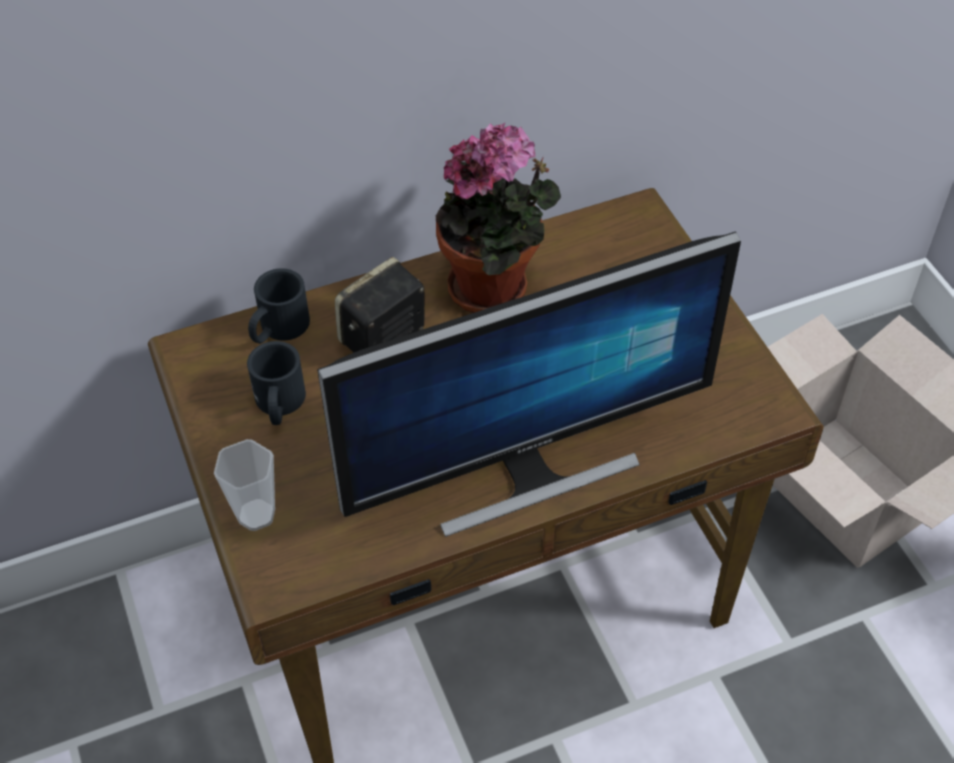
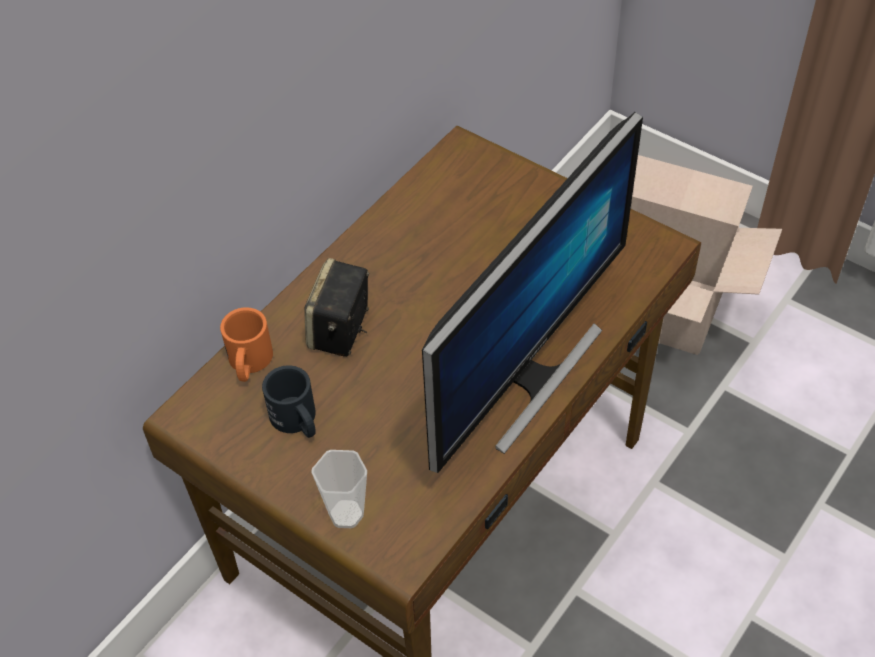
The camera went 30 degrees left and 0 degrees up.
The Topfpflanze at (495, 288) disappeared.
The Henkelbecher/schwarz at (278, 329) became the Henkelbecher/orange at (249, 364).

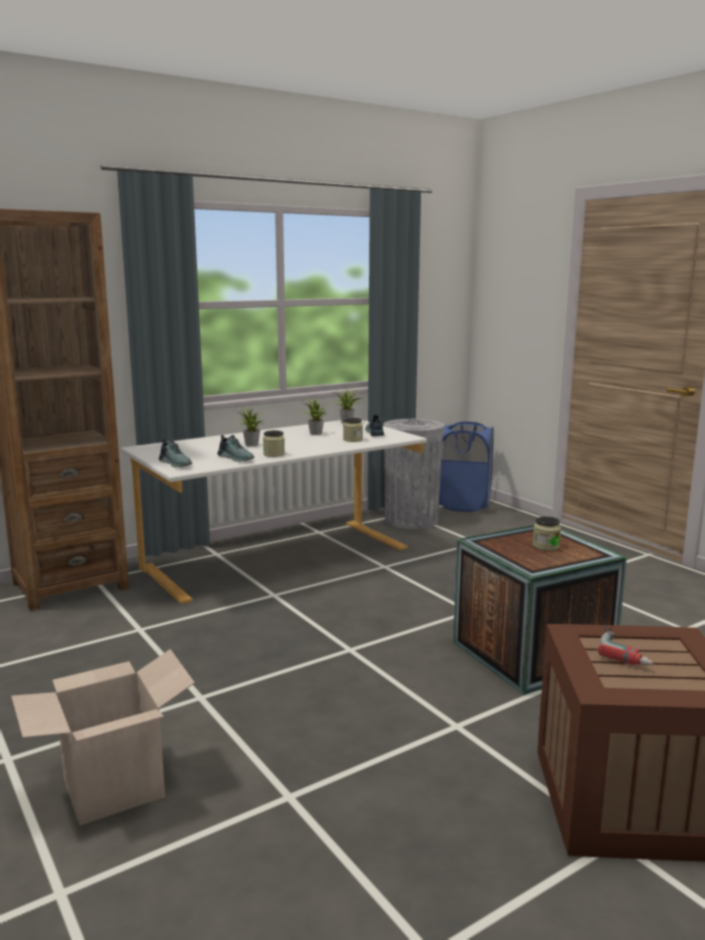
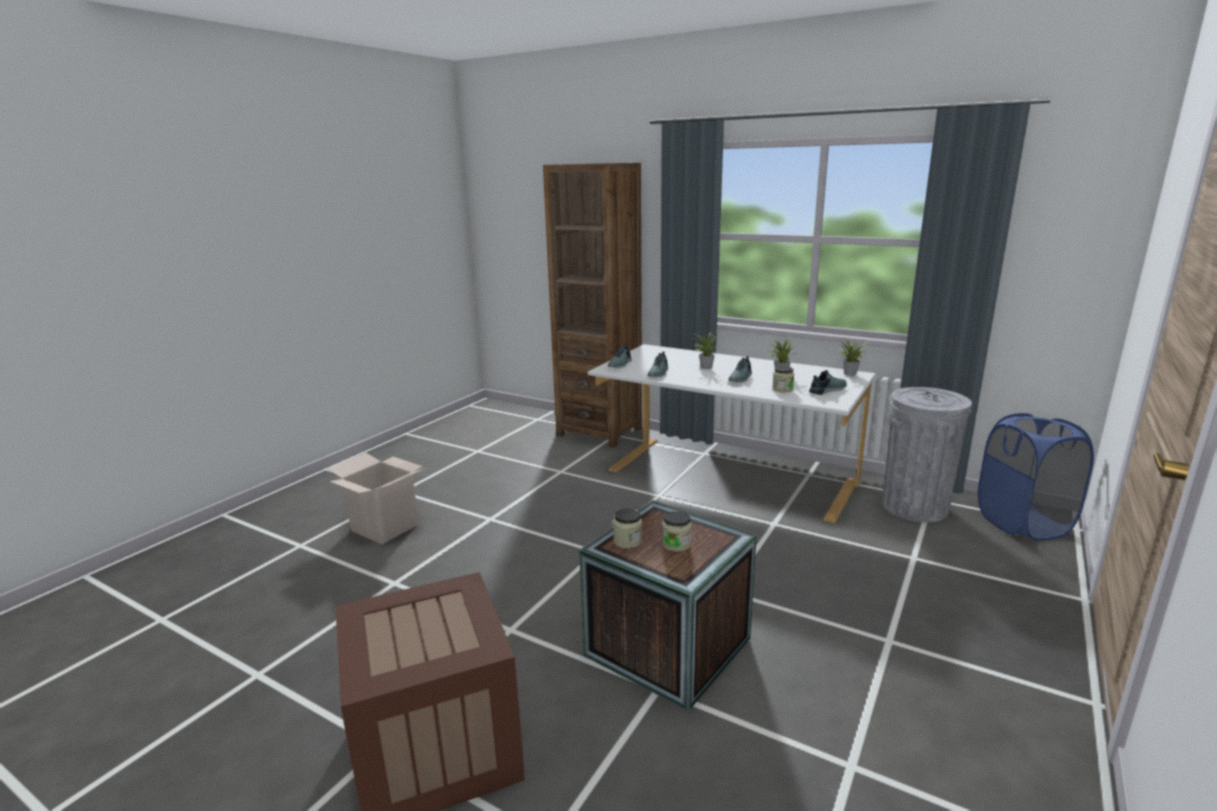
The camera went 65 degrees right and 5 degrees up.
The Bohrmaschine at (626, 650) disappeared.
The Schuh at (741, 378) appeared.
The Vorratsglas moved from (274, 454) to (627, 541).

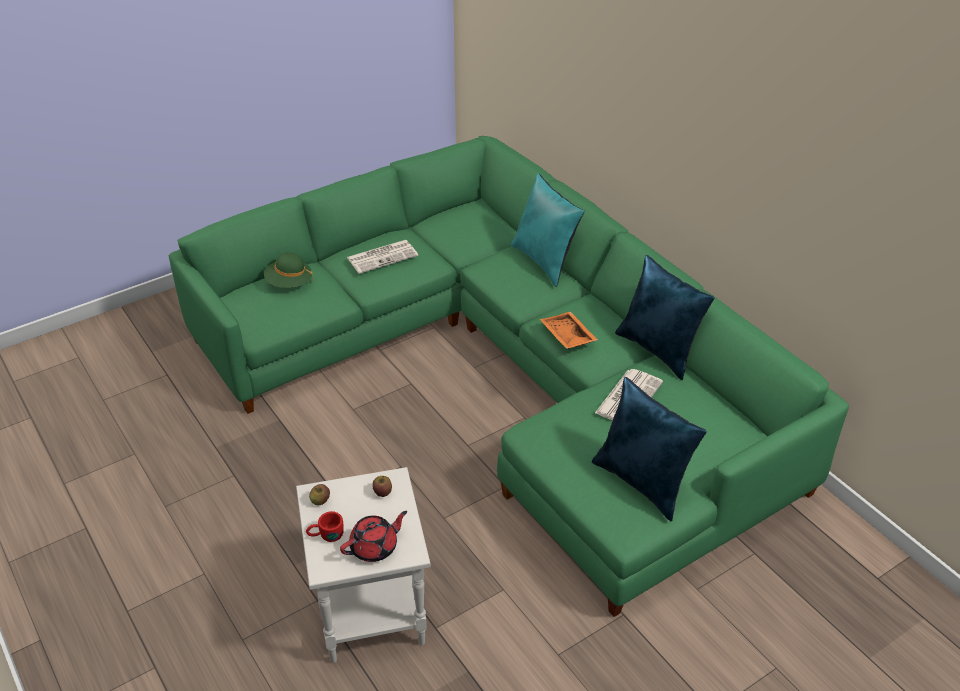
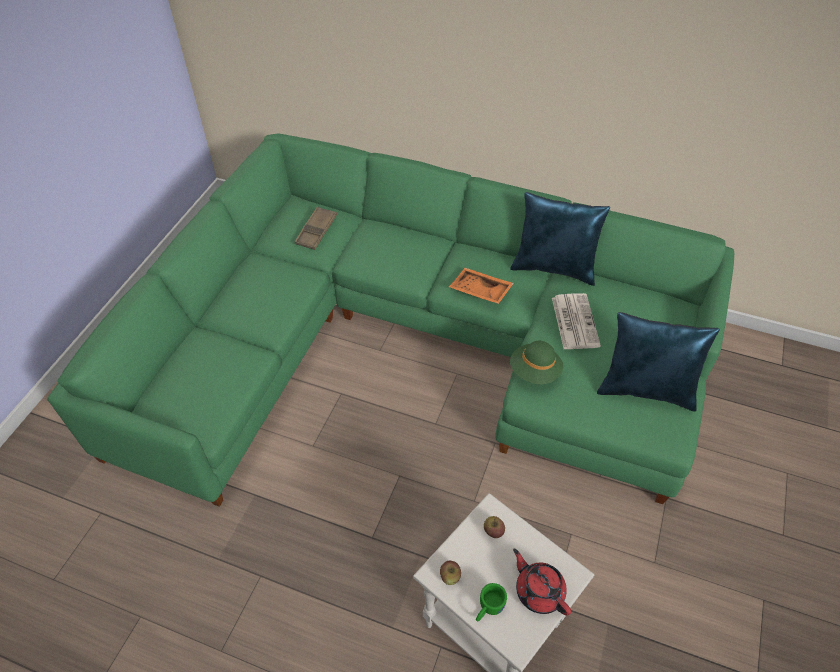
The camera went 35 degrees left and 10 degrees up.
The Zeitung at (383, 256) disappeared.
The Kissen/türkis at (545, 261) disappeared.
The Tablett/braun at (316, 231) appeared.
The Hut/grün moved from (289, 283) to (535, 371).
The Henkelbecher/rot at (325, 535) became the Henkelbecher/grün at (488, 609).
The Teekanne/rot at (375, 547) turned 60 degrees counterclockwise.

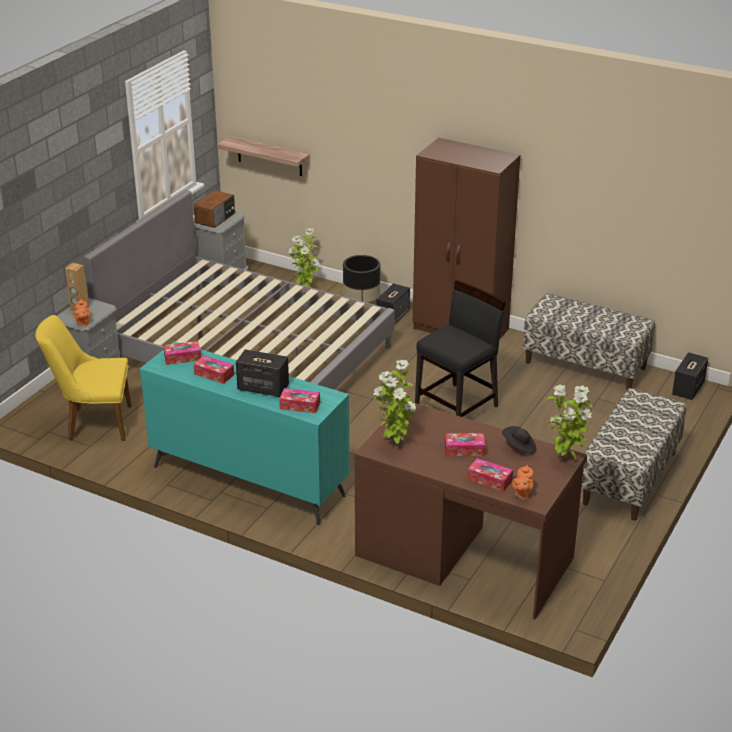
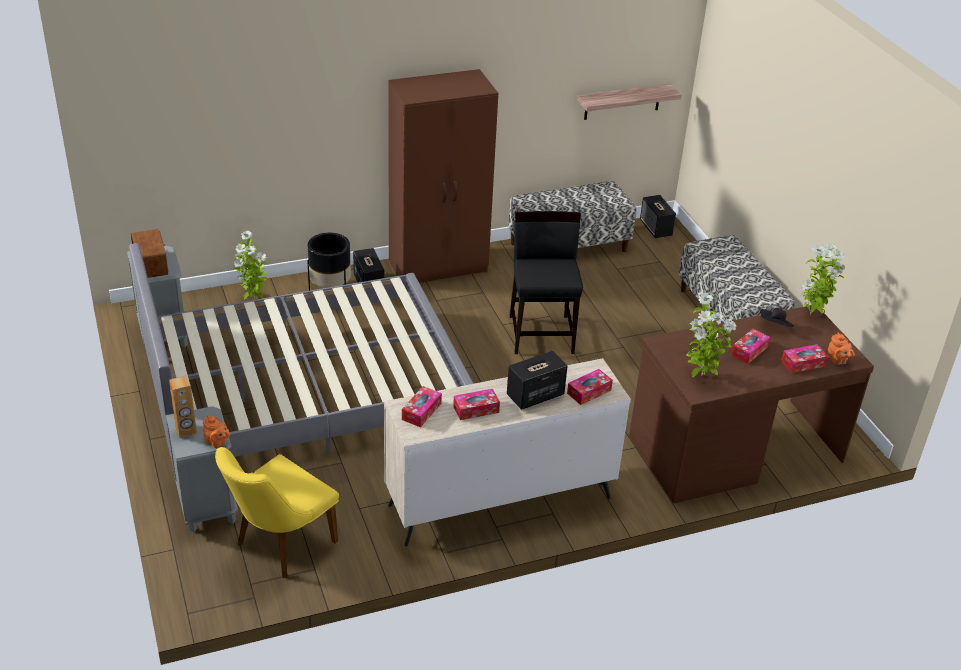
The camera went 50 degrees left and 5 degrees up.
The Wandregal moved from (269, 156) to (622, 101).
The Kommode/türkis at (248, 480) became the Kommode/beige at (499, 501).

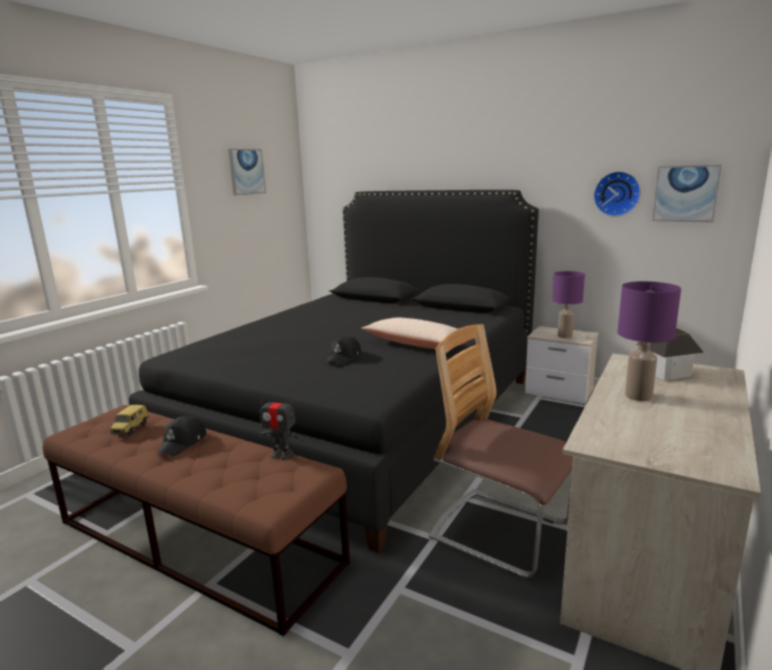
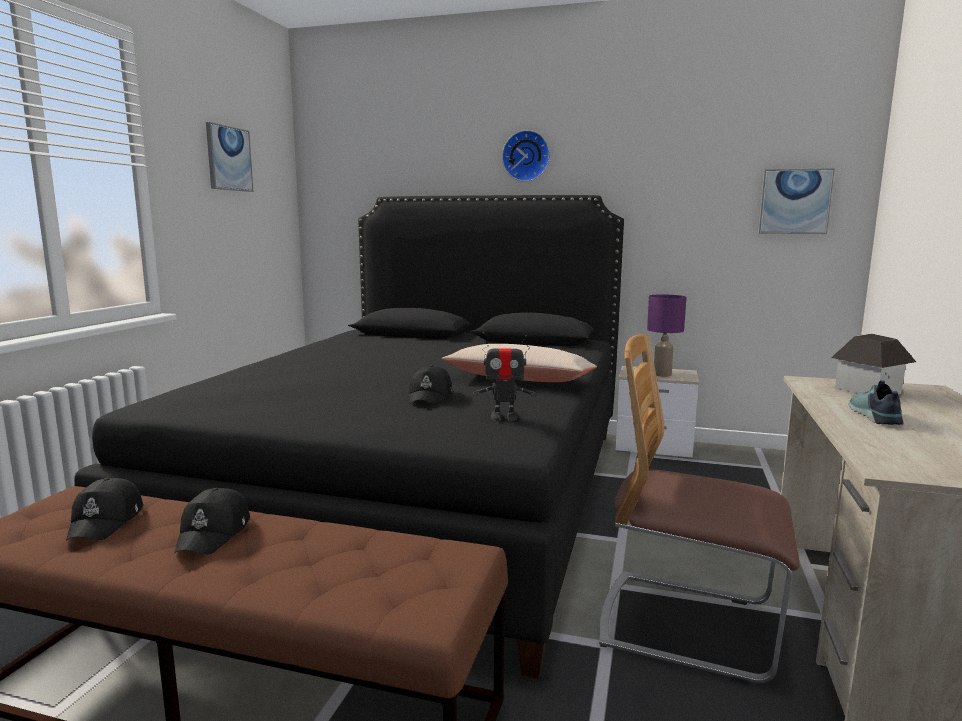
The camera went 15 degrees left and 5 degrees down.
The Spielzeugroboter moved from (281, 455) to (504, 417).
The Wanduhr moved from (617, 194) to (526, 156).
The Spielzeugauto at (131, 430) was replaced by the Kappe/schwarz at (107, 521).
The Tischlampe/lila at (637, 396) was replaced by the Schuh at (872, 415).

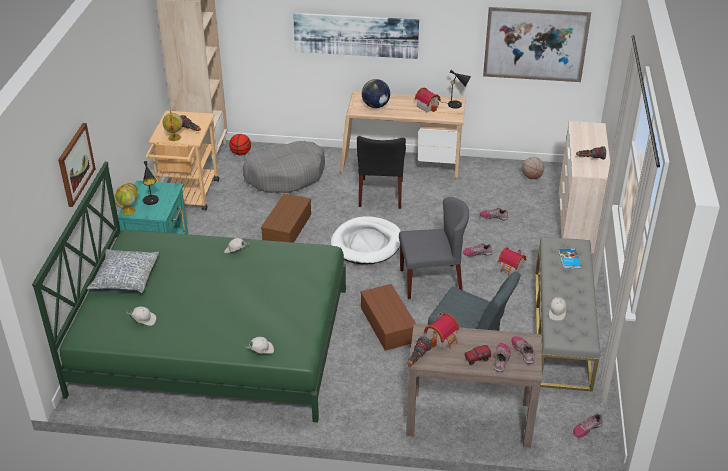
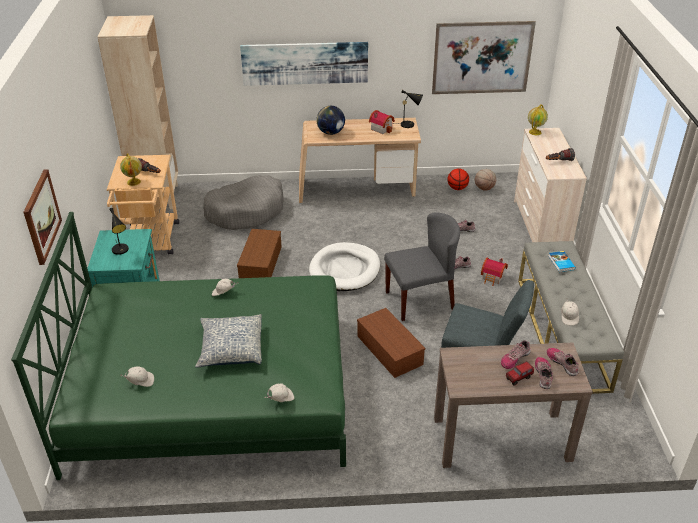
The camera went 10 degrees left and 0 degrees up.
The Stuhl/schwarz at (381, 193) disappeared.
The Taschenlampe at (417, 359) disappeared.
The Spielzeughaus at (442, 339) disappeared.
The Kissen moved from (125, 278) to (231, 348).
The Globus moved from (129, 210) to (535, 132).
The Basketball moved from (240, 153) to (457, 188).
The Schuh moved from (587, 428) to (514, 358).

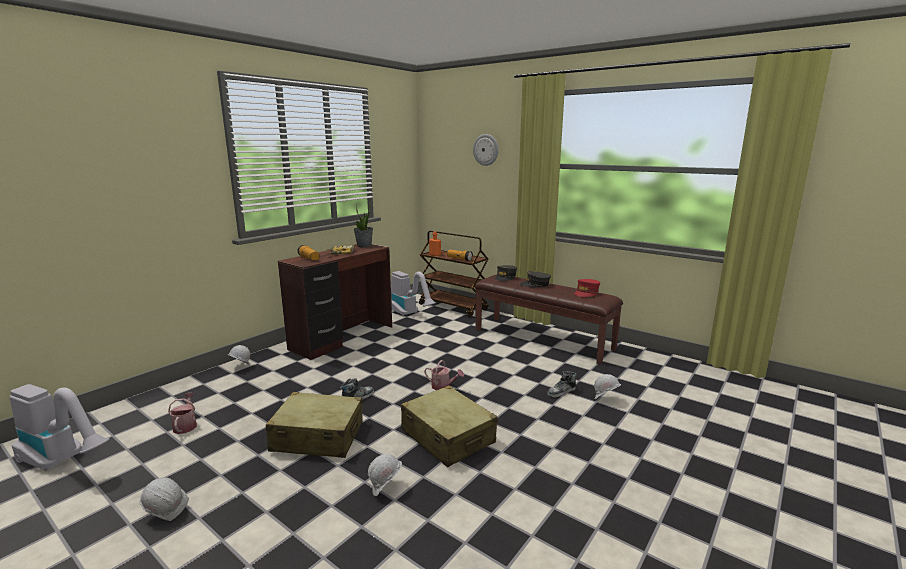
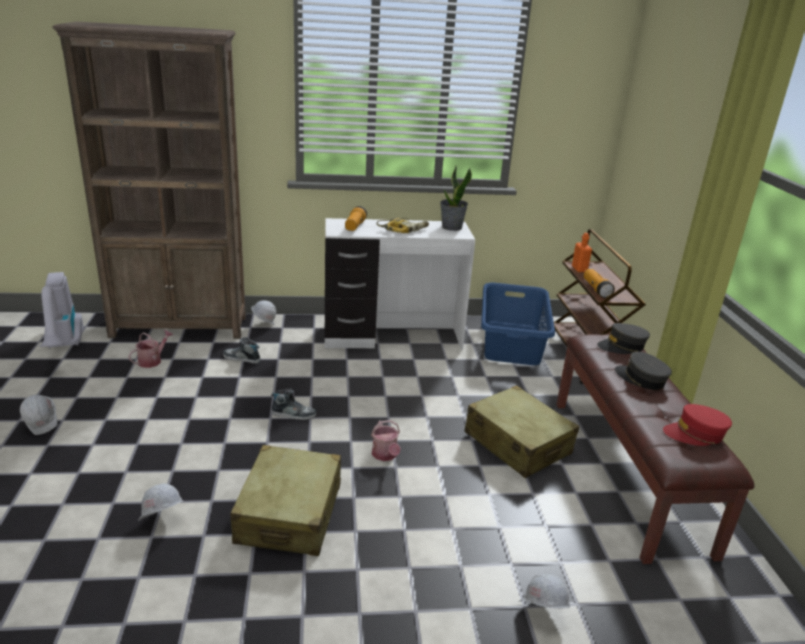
The camera went 45 degrees right and 10 degrees up.
The Wanduhr at (486, 149) disappeared.
The Bücherregal/braun at (180, 327) appeared.
The Koffer/beige moved from (318, 437) to (517, 443).
The Schuh moved from (561, 392) to (241, 358).
The Staubsauger at (410, 314) was replaced by the Wäschekorb/blau at (512, 342).
The Schreibtisch/braun at (343, 338) became the Schreibtisch/weiß at (392, 338).

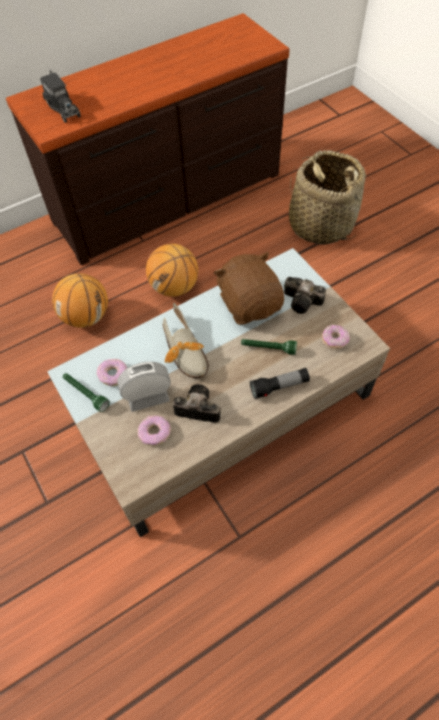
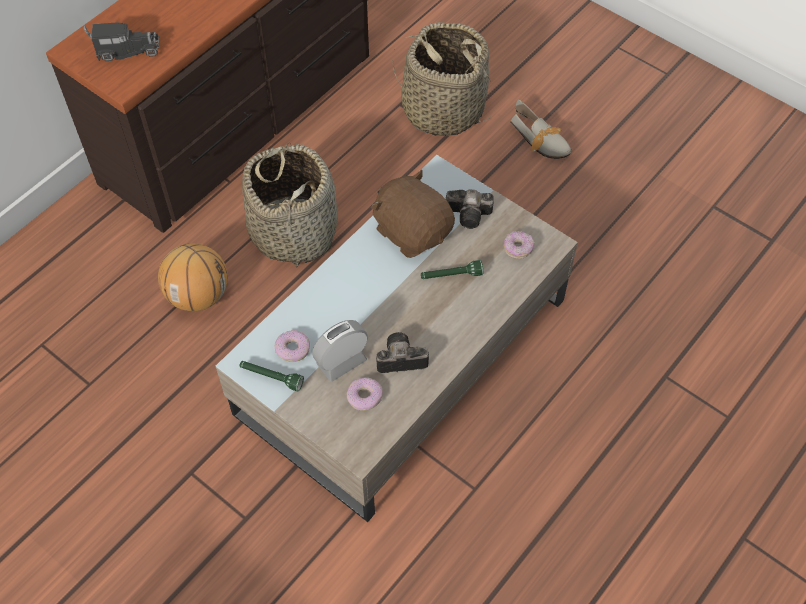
The camera went 20 degrees left and 0 degrees up.
The Taschenlampe at (279, 387) disappeared.
The Schuh moved from (186, 353) to (542, 141).
The Basketball at (174, 287) was replaced by the Korb at (294, 231).
The Spielzeuglaster at (62, 107) turned 45 degrees counterclockwise.

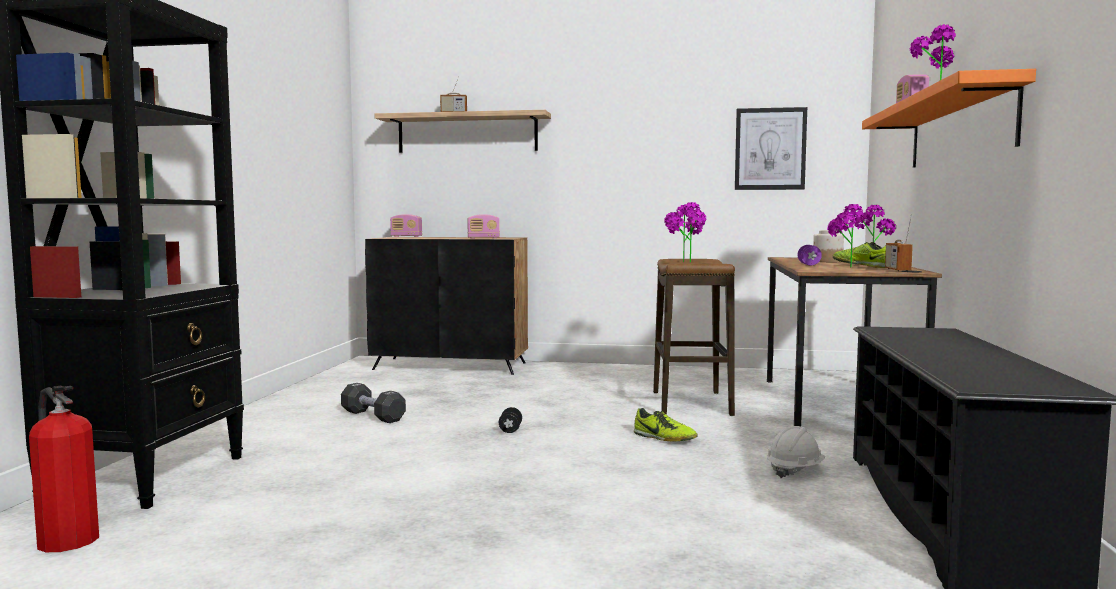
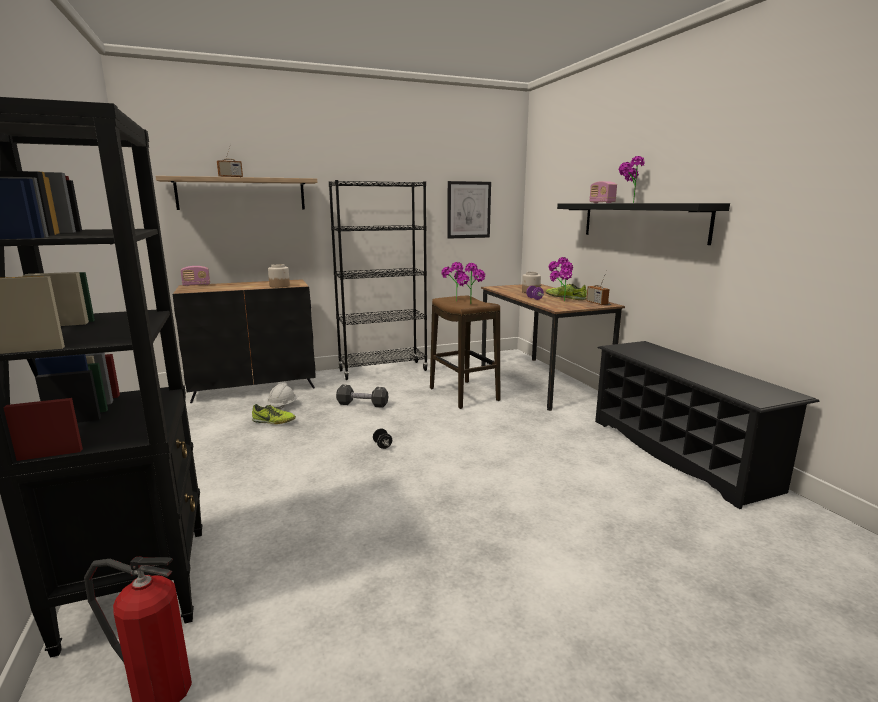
The camera went 30 degrees left and 10 degrees up.
The Bücherregal/schwarz at (383, 370) appeared.
The Hantel/schwarz moved from (373, 416) to (362, 404).
The Schuh moved from (664, 438) to (273, 422).
The Schutzhelm/weiß moved from (794, 471) to (283, 406).
The Radio at (483, 238) was replaced by the Vorratsglas at (279, 286).
The Wandregal/orange at (959, 129) became the Wandregal/schwarz at (641, 221).

